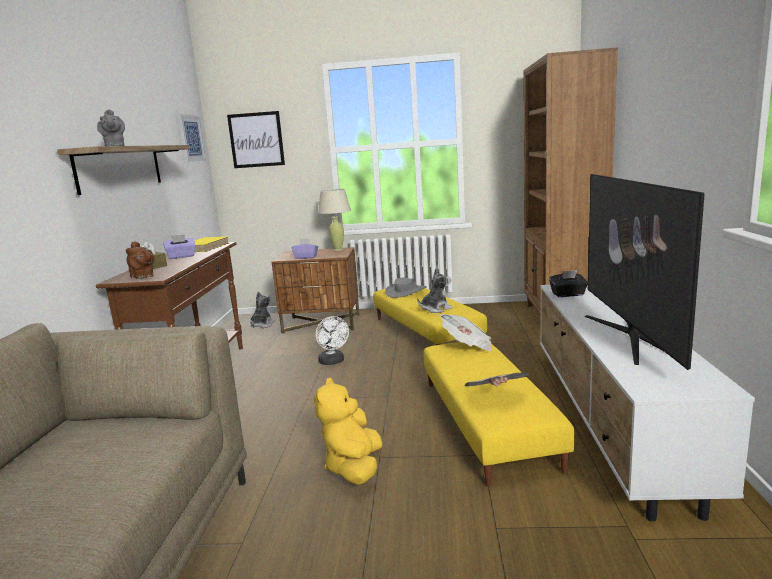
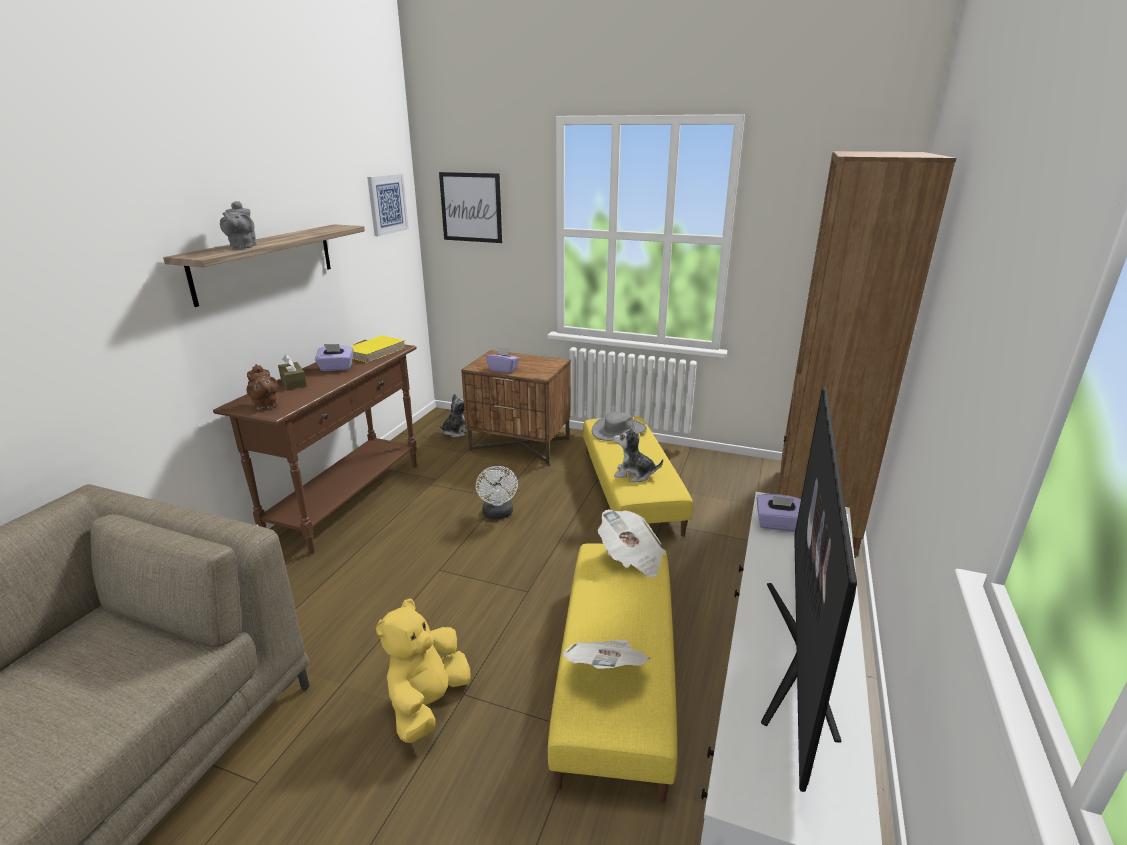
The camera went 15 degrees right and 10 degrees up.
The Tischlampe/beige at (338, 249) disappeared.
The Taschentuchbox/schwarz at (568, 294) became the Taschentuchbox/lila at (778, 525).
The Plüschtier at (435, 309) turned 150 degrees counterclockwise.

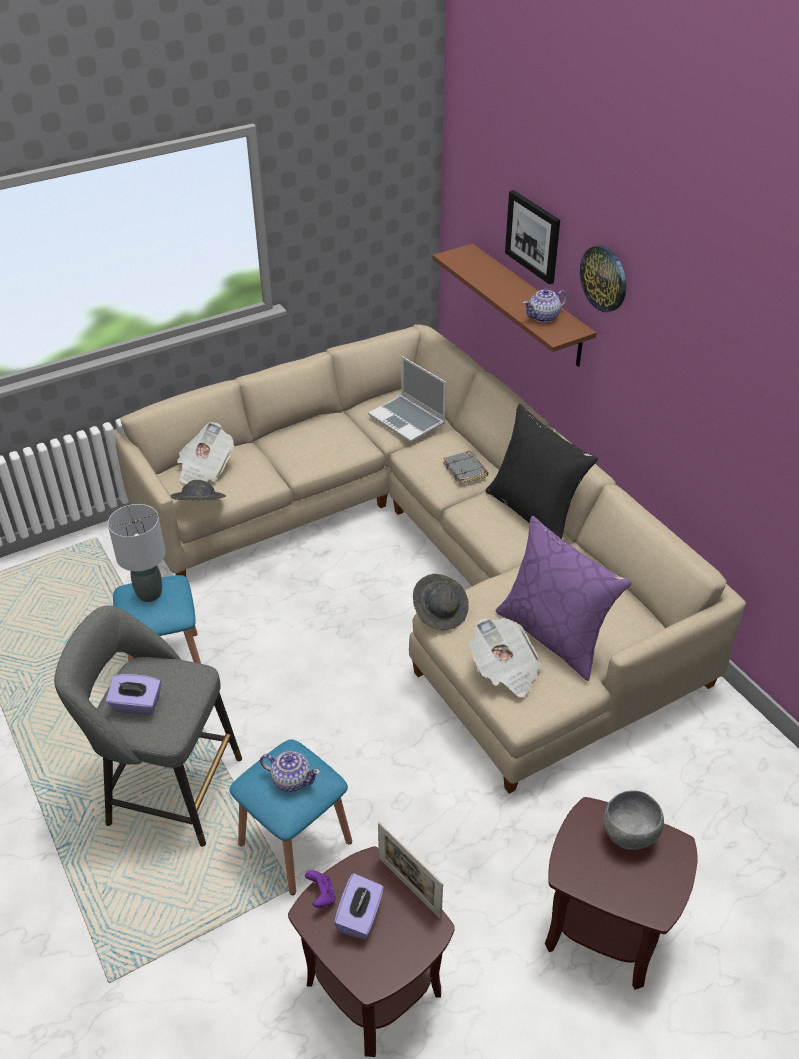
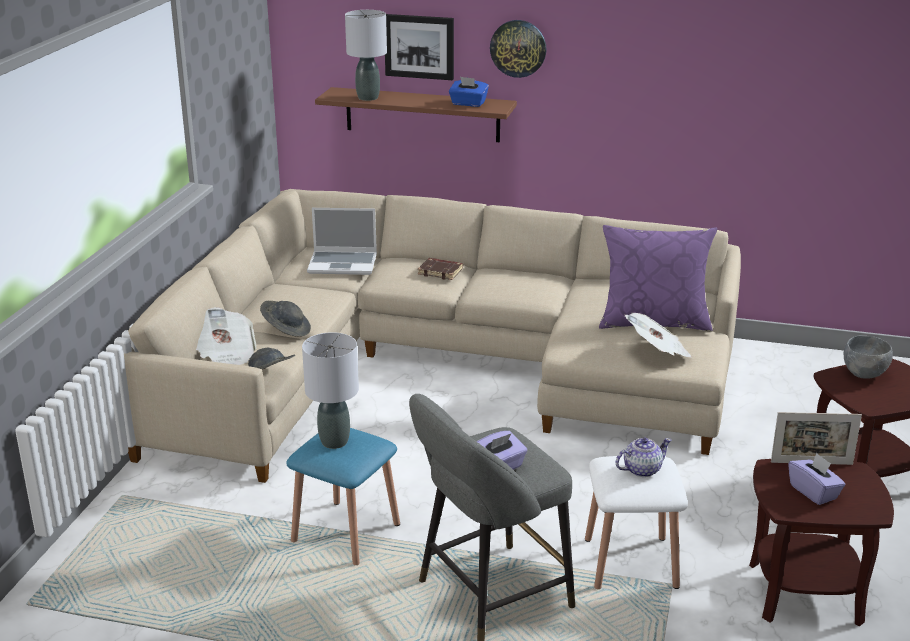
The camera went 45 degrees left and 15 degrees down.
The Gamepad/lila at (321, 896) disappeared.
The Kissen/schwarz at (534, 512) disappeared.
The Tischlampe/grau at (367, 98) appeared.
The Hut/grau moved from (440, 611) to (286, 330).
The Teekanne at (544, 317) was replaced by the Taschentuchbox/blau at (468, 104).
The Hocker/blau at (295, 843) became the Hocker/weiß at (630, 562).
The Buch/grau at (466, 470) became the Buch/braun at (441, 272).

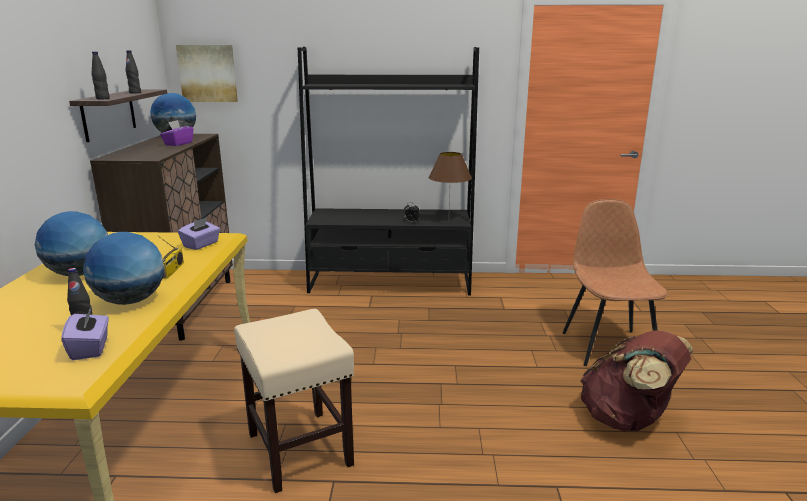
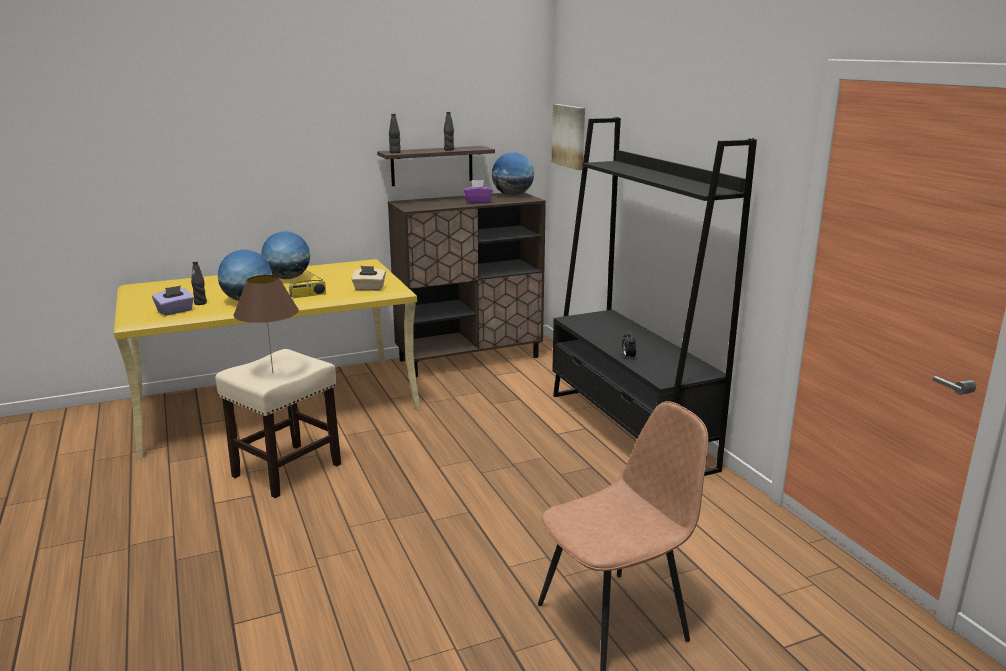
The camera went 65 degrees right and 0 degrees up.
The Rucksack/braun at (627, 419) disappeared.
The Tischlampe/braun moved from (448, 220) to (273, 373).
The Taschentuchbox/lila at (201, 245) became the Taschentuchbox/beige at (369, 288).

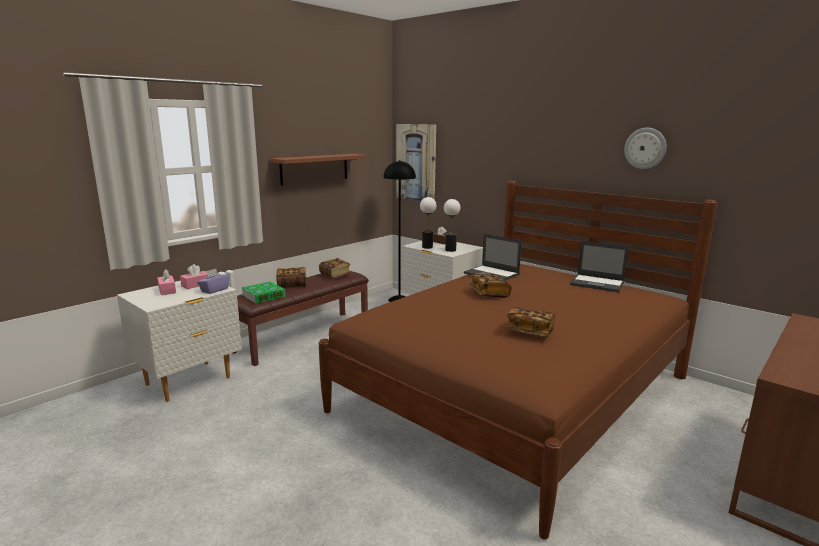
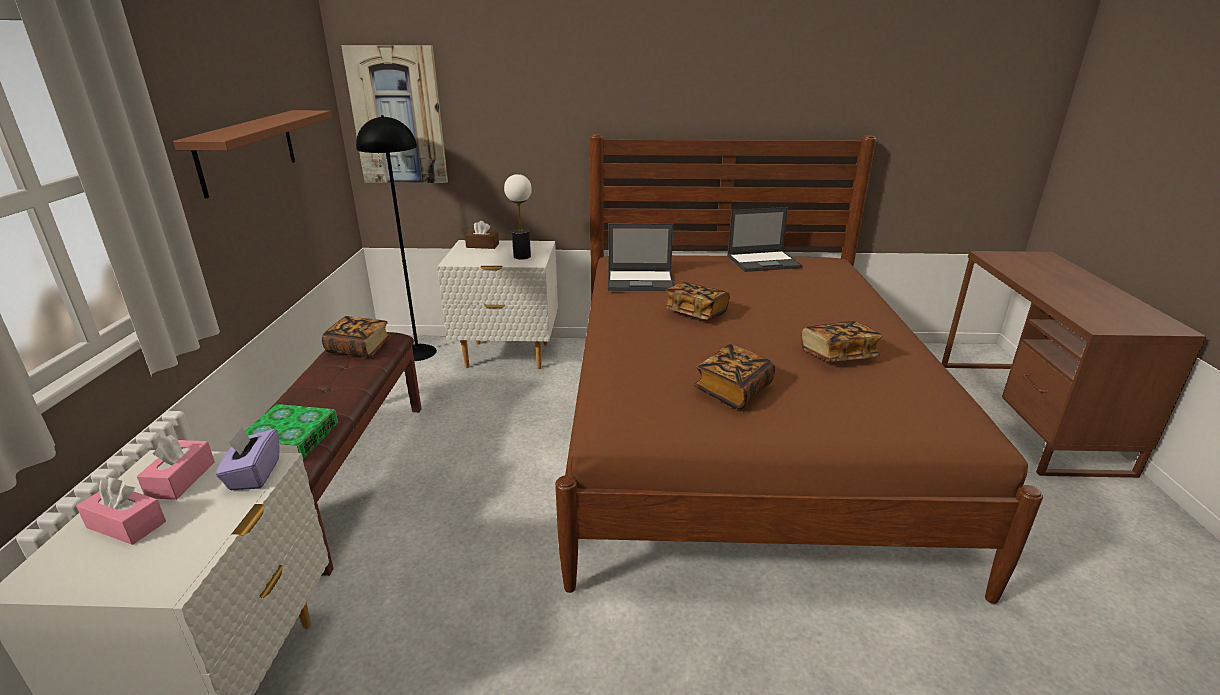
The camera went 40 degrees left and 10 degrees up.
The Tischlampe at (427, 247) disappeared.
The Wanduhr at (645, 148) disappeared.
The Buch moved from (292, 284) to (733, 390).

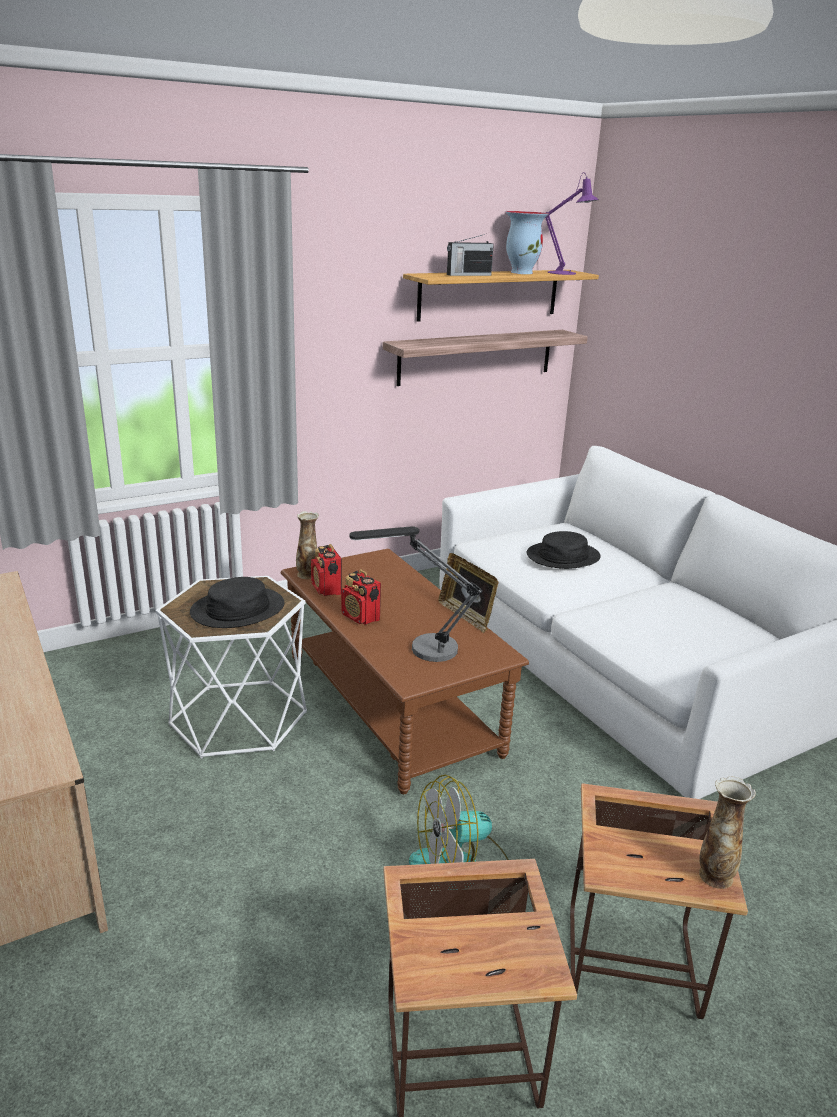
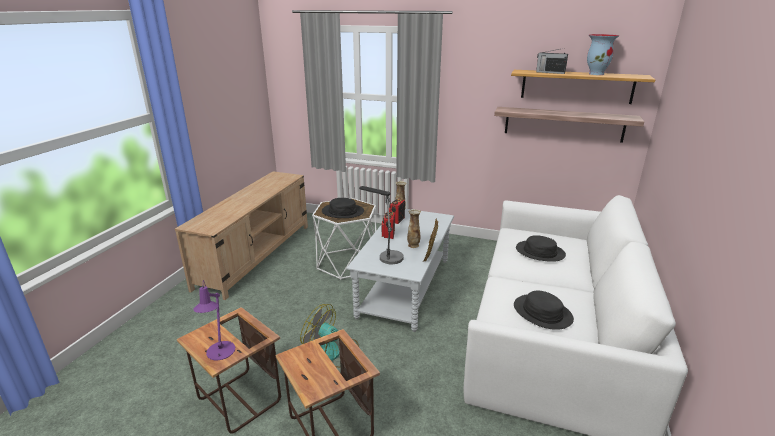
The camera went 50 degrees right and 0 degrees up.
The Hut/schwarz at (542, 313) appeared.
The Tischlampe/lila moved from (565, 273) to (220, 353).
The Vase moved from (714, 875) to (413, 245).
The Couchtisch/braun at (391, 705) became the Couchtisch/grau at (404, 288).

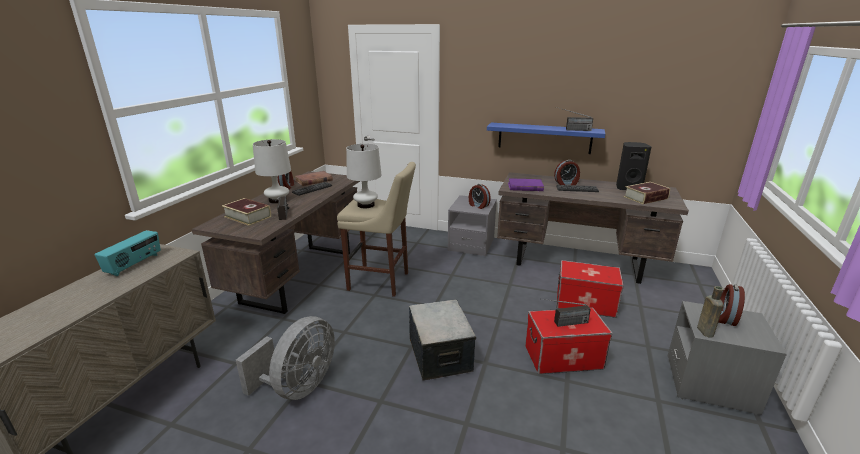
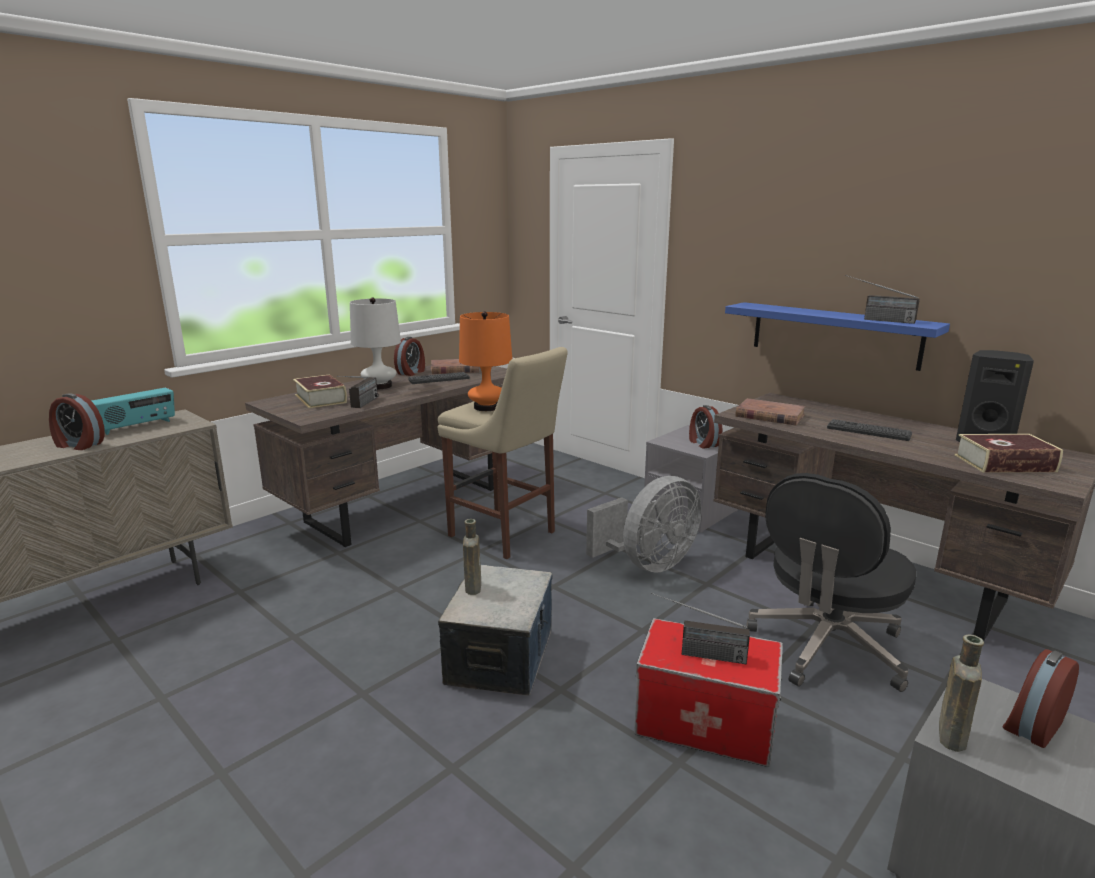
The camera went 25 degrees right and 5 degrees down.
The Flasche/braun at (473, 586) appeared.
The Ventilator/grau moved from (298, 387) to (648, 564).
The Wecker moved from (566, 183) to (78, 445).
The Aufbewahrungsbox at (585, 303) was replaced by the Bürostuhl/schwarz at (826, 648).
The Tischlampe/weiß at (366, 205) became the Tischlampe/orange at (487, 407).
The Buch/lila at (525, 187) became the Buch/braun at (769, 416).

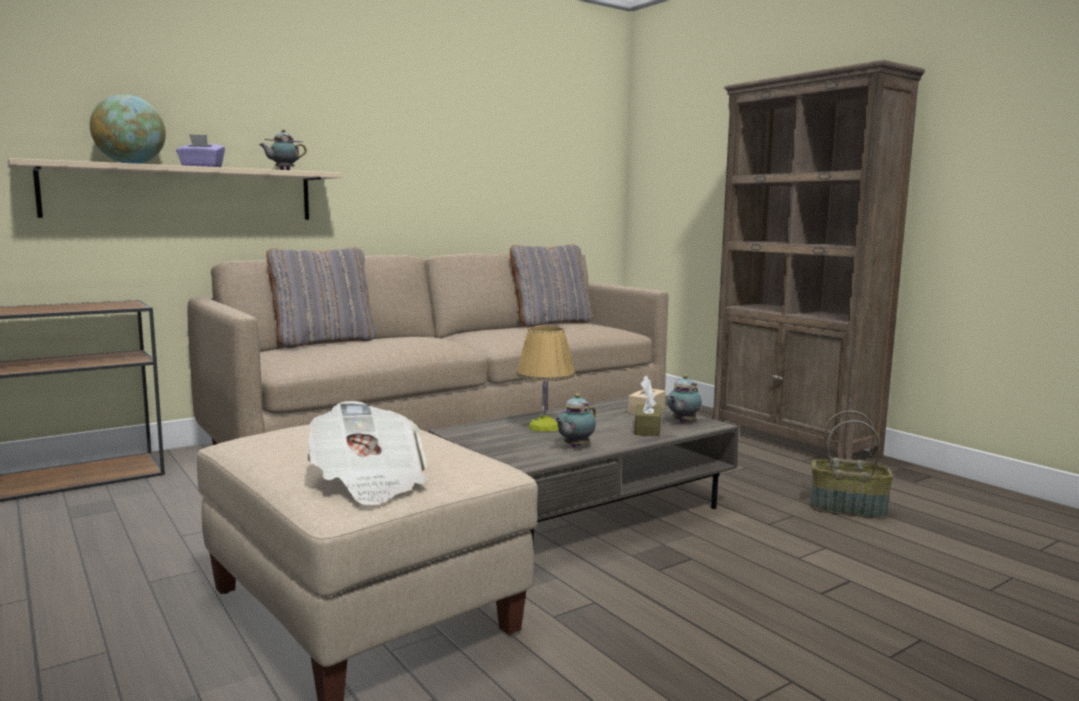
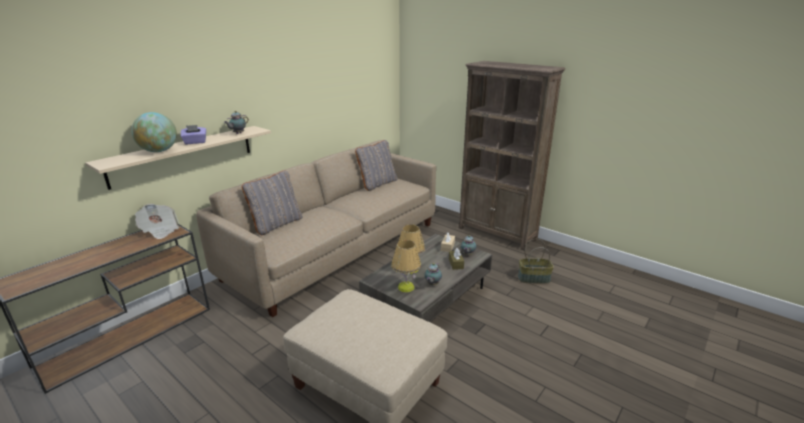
The camera went 15 degrees left and 15 degrees up.
The Tischlampe at (406, 287) appeared.
The Zeitung moved from (369, 483) to (159, 230).

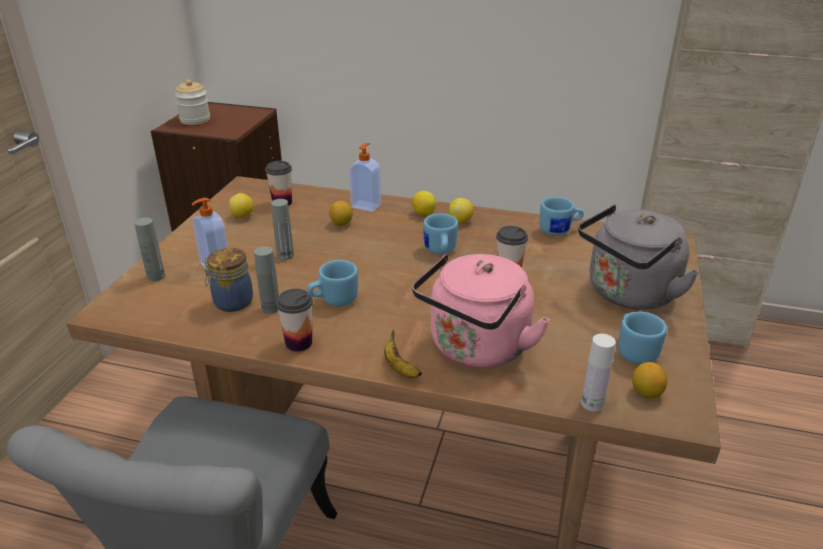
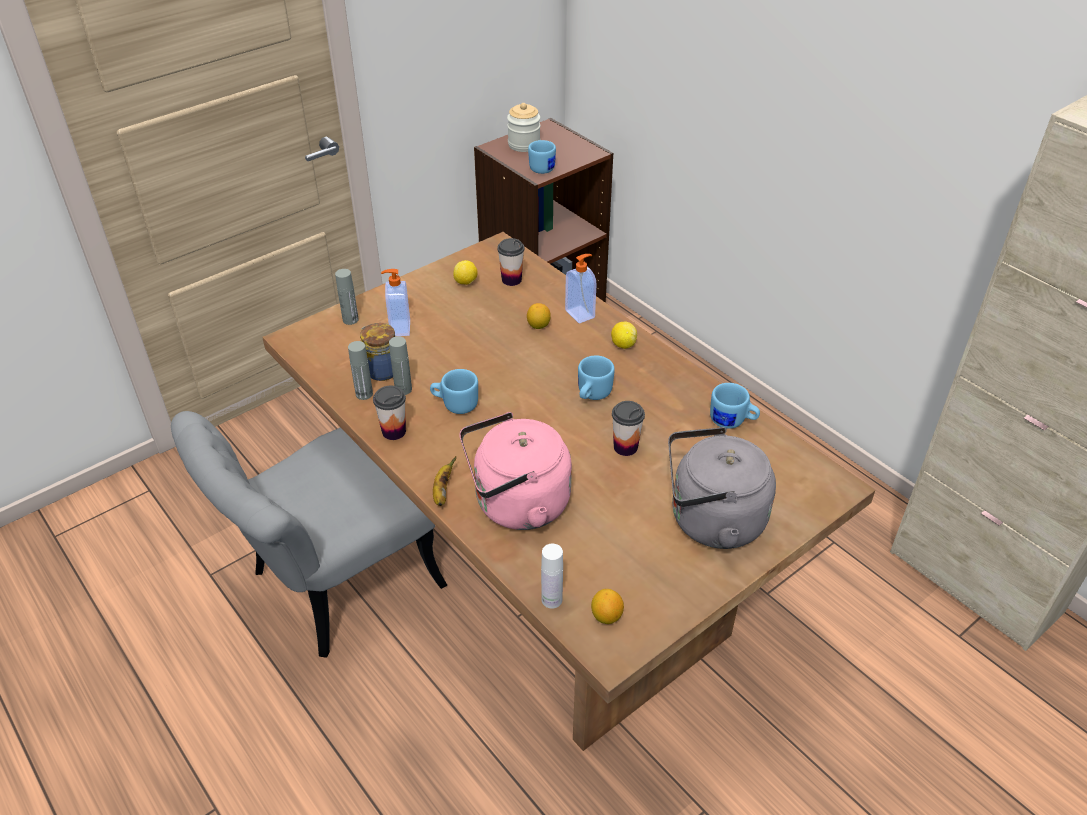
The camera went 35 degrees right and 10 degrees up.
The Zitrone at (460, 221) disappeared.
The Flasche/grau moved from (285, 256) to (364, 394).
The Henkelbecher/blau moved from (635, 350) to (544, 167).

